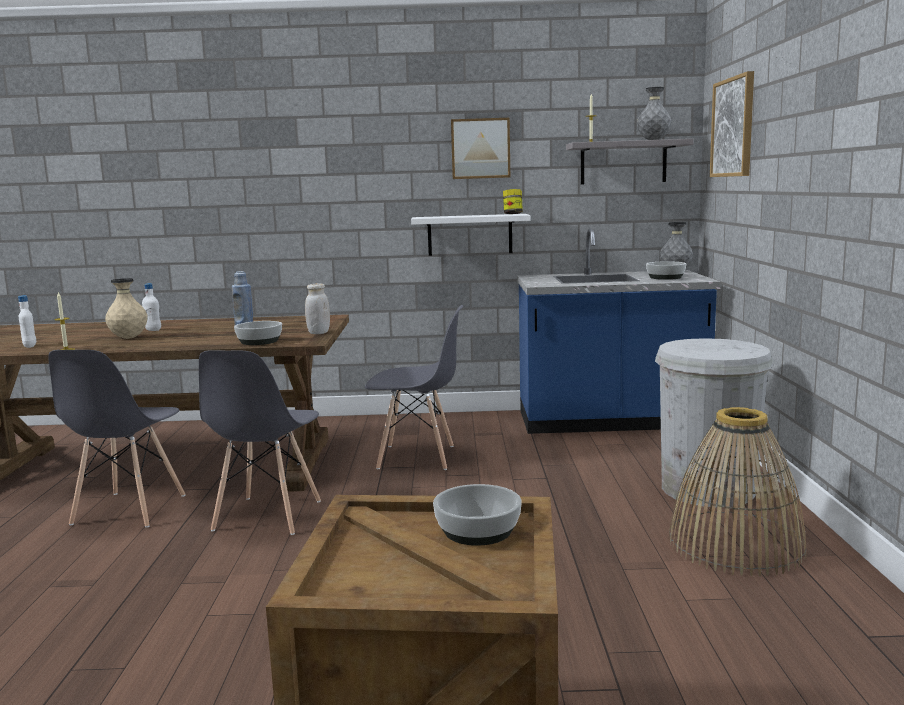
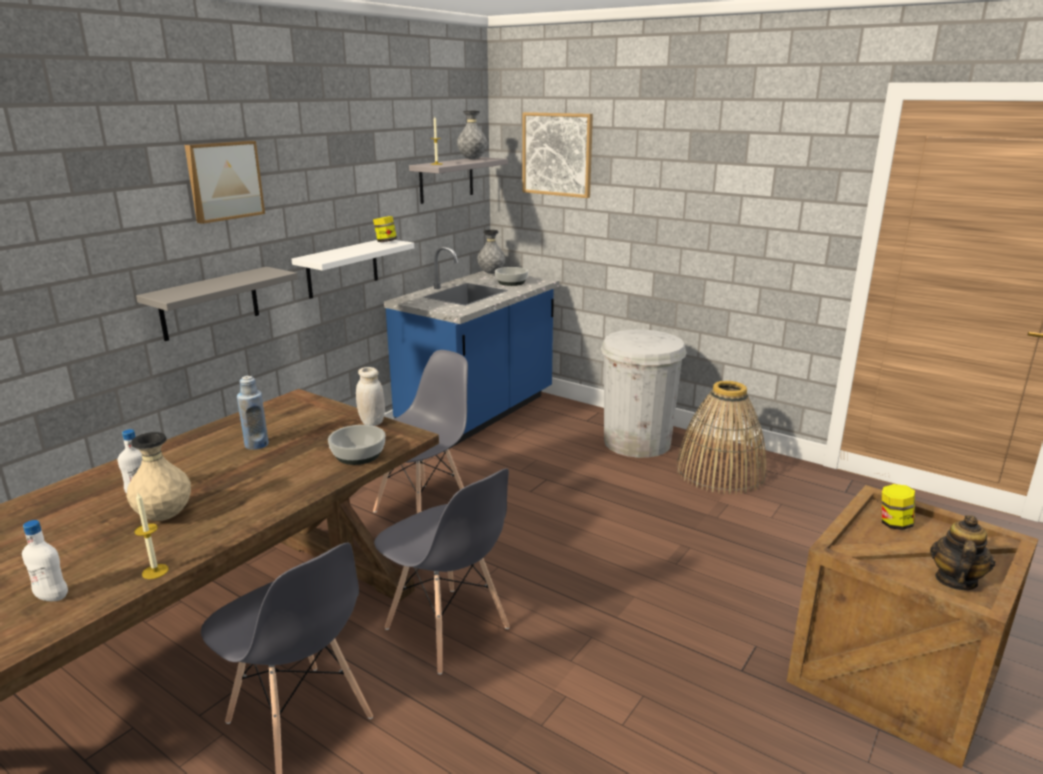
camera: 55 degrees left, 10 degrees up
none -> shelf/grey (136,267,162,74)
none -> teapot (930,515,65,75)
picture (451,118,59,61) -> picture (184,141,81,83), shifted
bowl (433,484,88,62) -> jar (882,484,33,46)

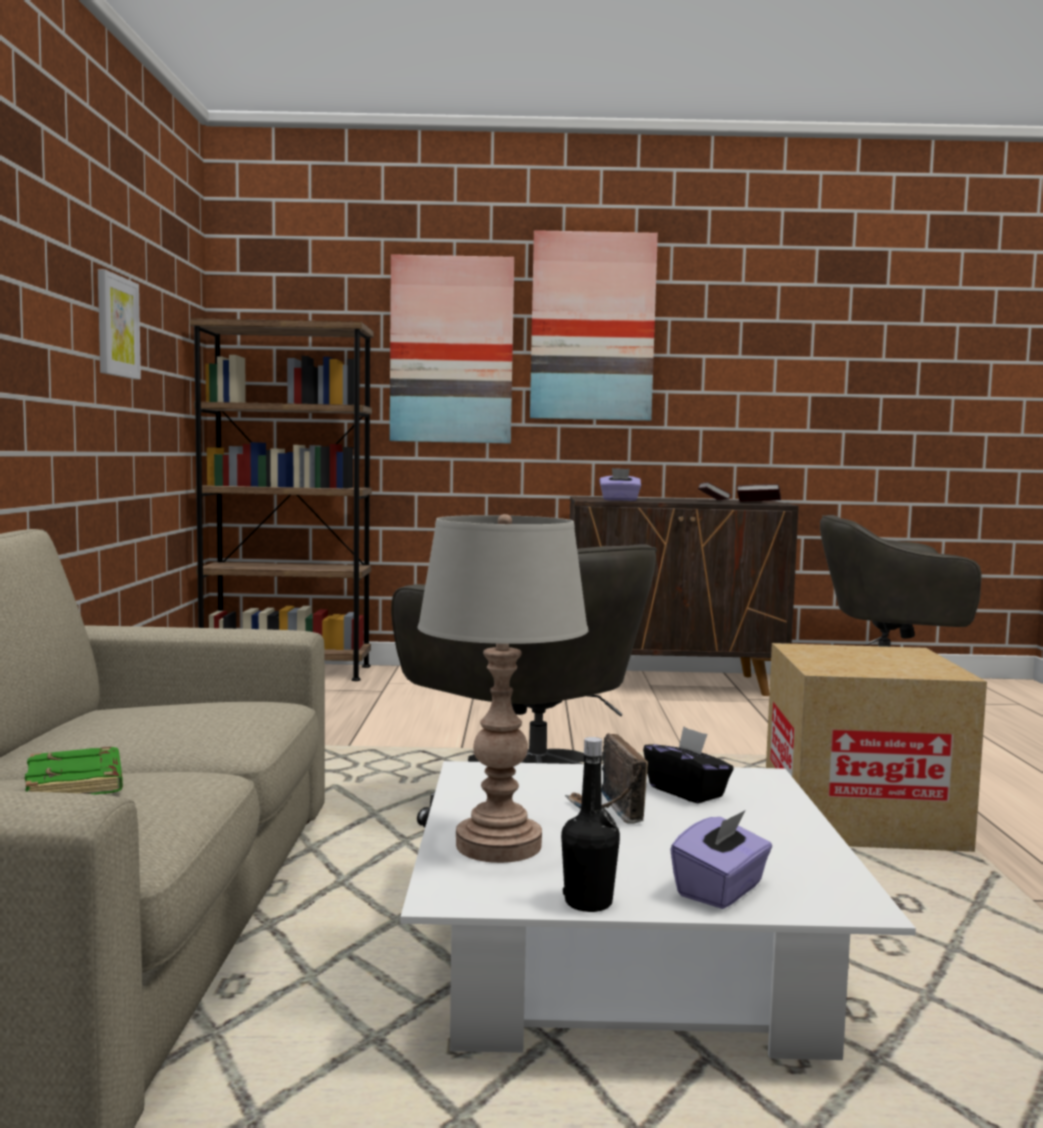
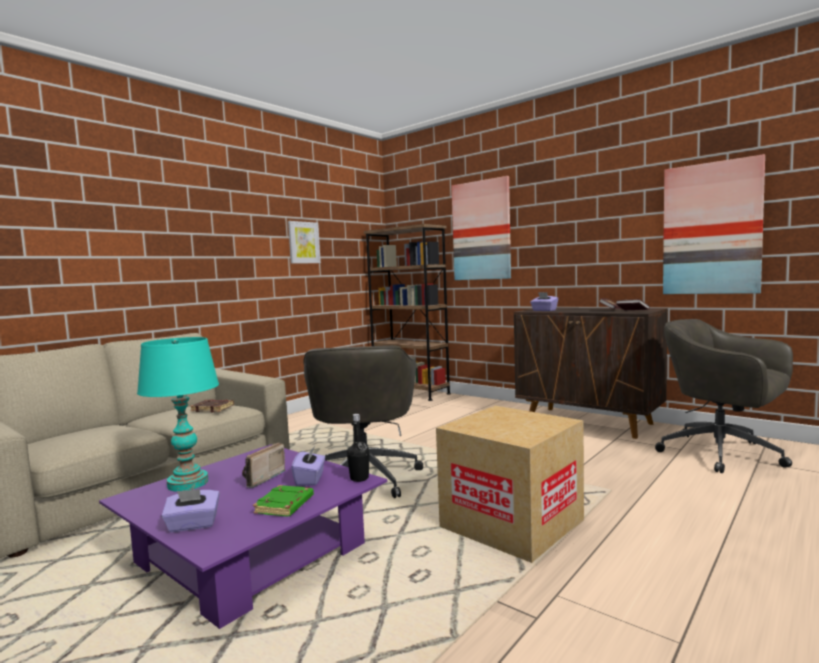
camera: 40 degrees right, 0 degrees up
none -> book/brown (190,399,44,13)
book/green (25,747,98,47) -> book/green (253,485,61,32), shifted
picture (530,230,128,191) -> picture (663,154,102,140), shifted
bottle/black (561,737,59,175) -> bottle/black (347,414,23,68), shifted
coffee table/white (400,761,516,299) -> coffee table/purple (99,444,288,185)
table lamp/grey (417,514,171,349) -> table lamp/turquoise (137,337,82,155)
tissue box/black (643,726,91,77) -> tissue box/purple (291,446,34,40)

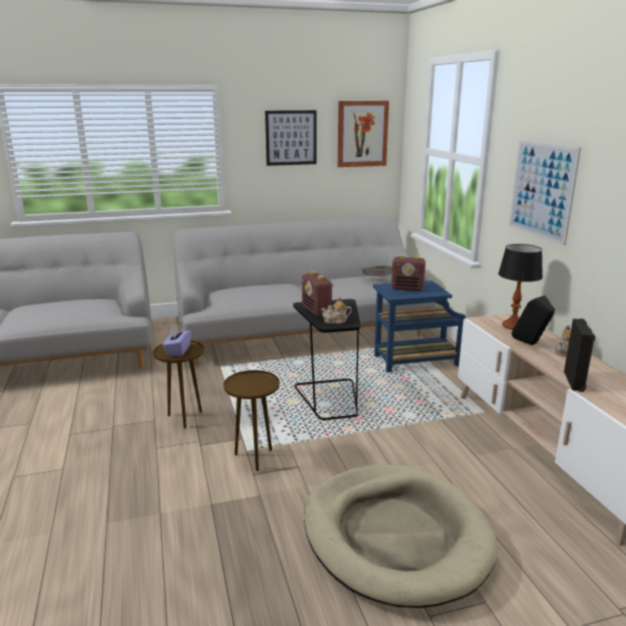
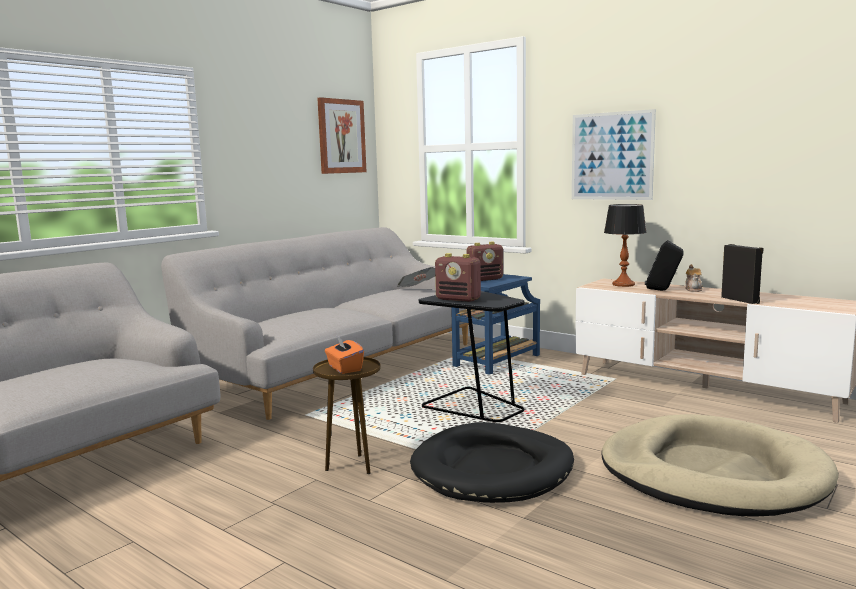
camera: 35 degrees left, 10 degrees down
picture (265,110,52,56) -> none
teapot (321,297,31,27) -> none
side table/brown (224,370,56,101) -> dog bed/black (410,422,164,81)
tissue box/purple (163,326,28,30) -> tissue box/orange (325,335,39,39)

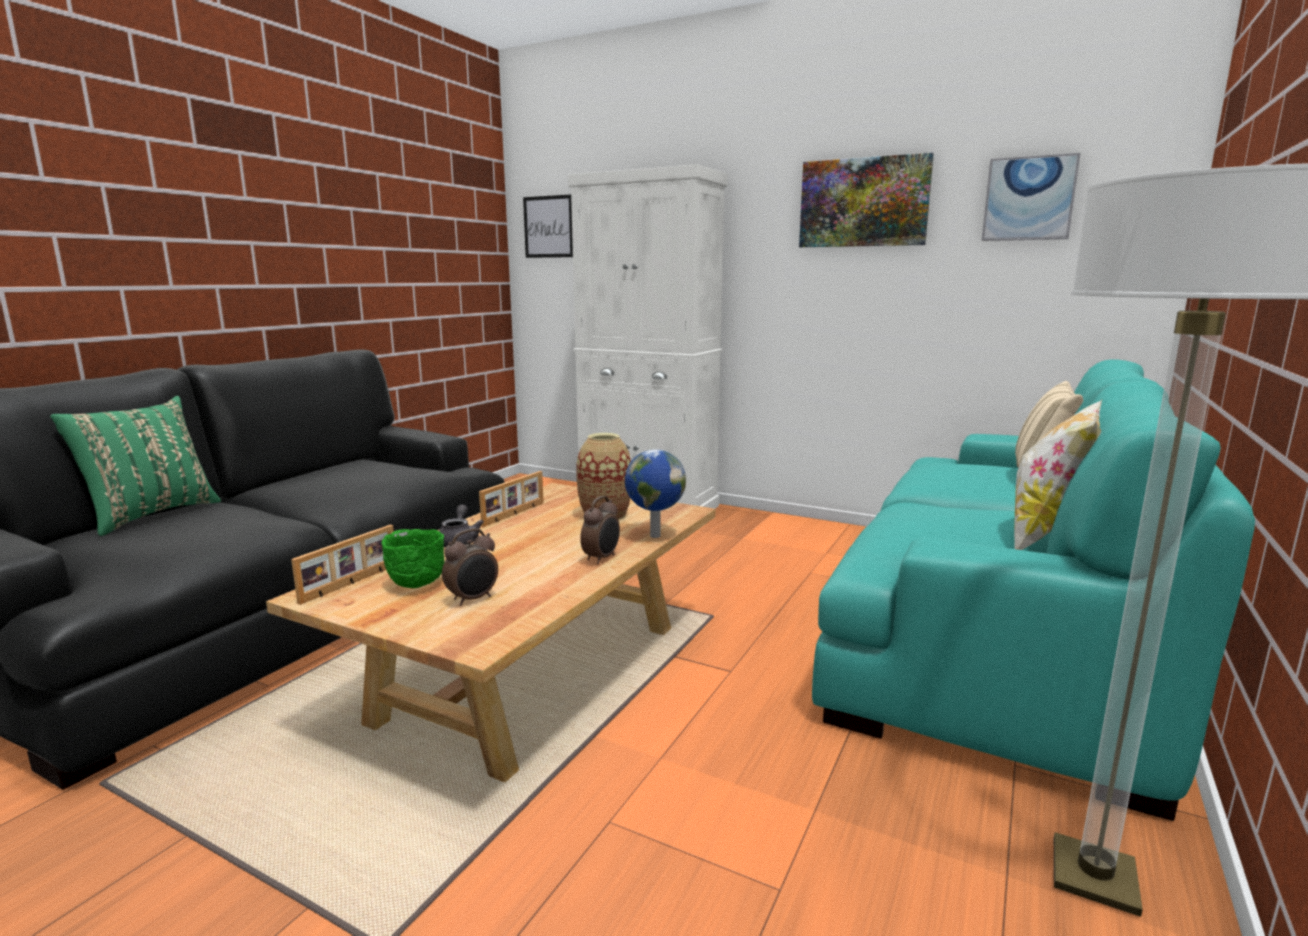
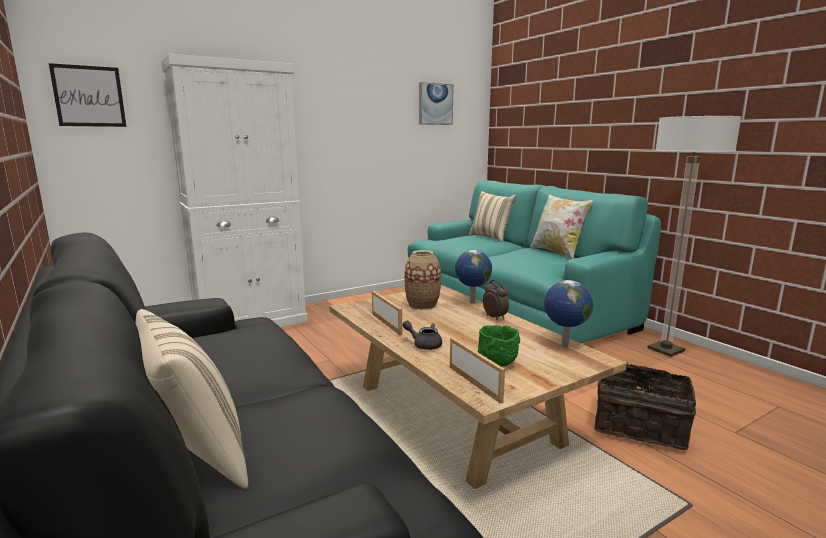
camera: 60 degrees left, 0 degrees up
alarm clock (442,528,56,78) -> none
picture (799,152,135,95) -> none
none -> globe (544,280,49,67)
none -> basket (594,362,102,88)
pillow/green (50,396,171,140) -> pillow/beige (136,309,112,180)

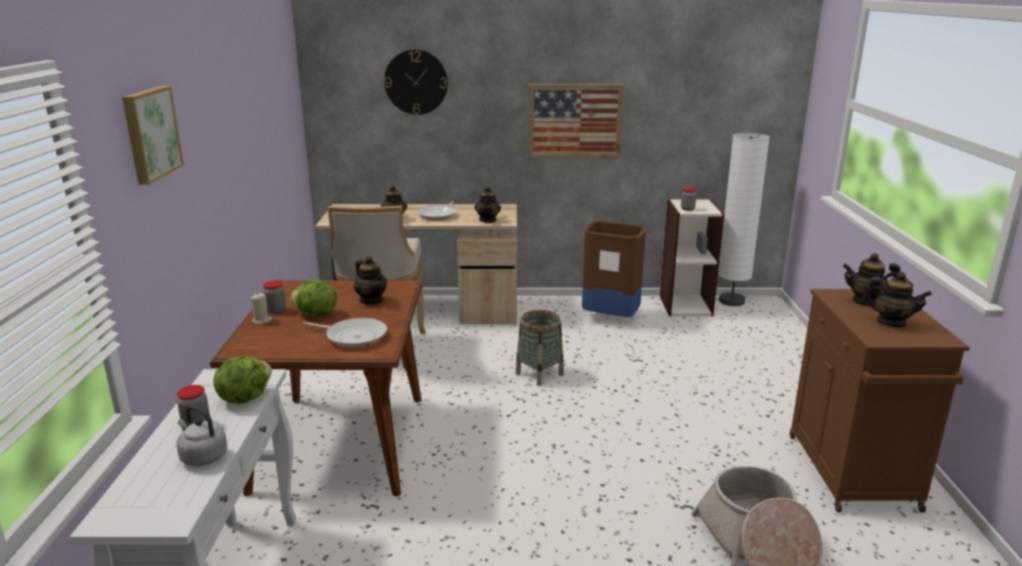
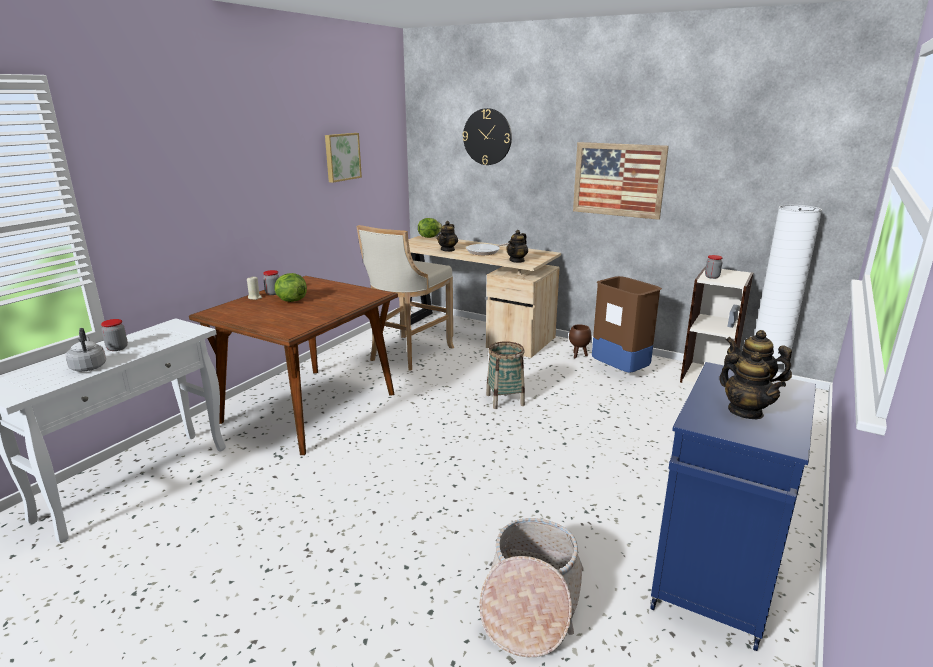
camera: 30 degrees right, 0 degrees up
frying pan (303,318,84,30) -> none
teapot (354,256,33,48) -> none
none -> planter/brown (569,325,22,33)
picture (122,86,62,99) -> picture (325,133,37,50), shifted
lettuce (213,356,59,48) -> lettuce (418,218,24,20), shifted
cabinet/brown (790,289,180,224) -> cabinet/blue (650,362,166,289)

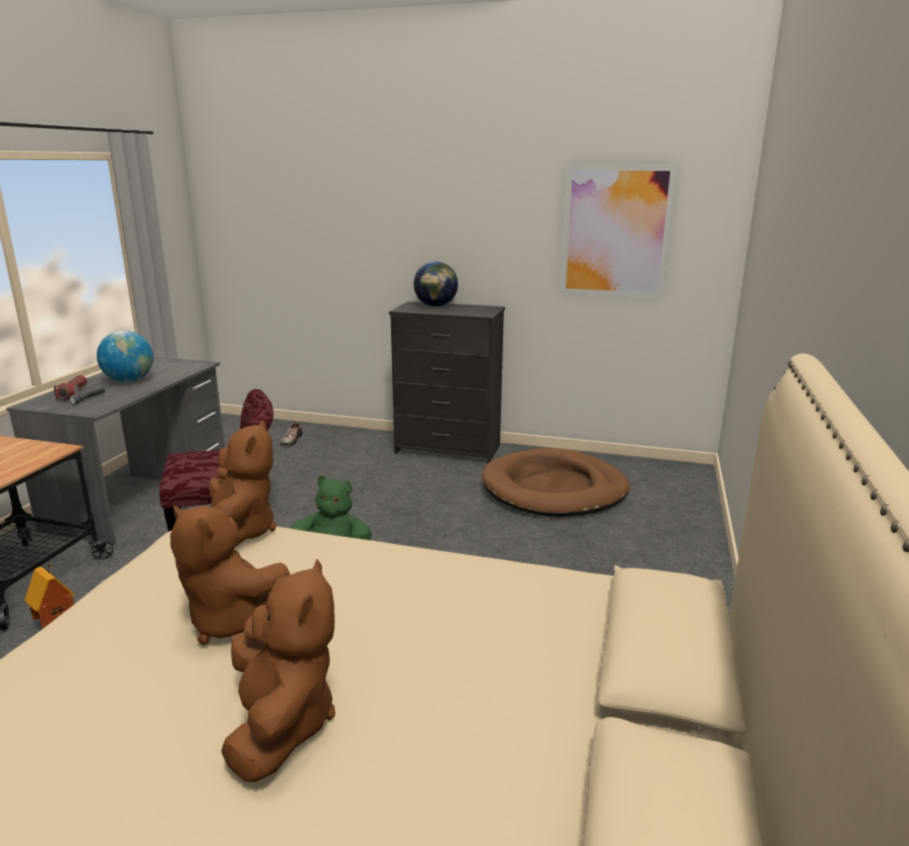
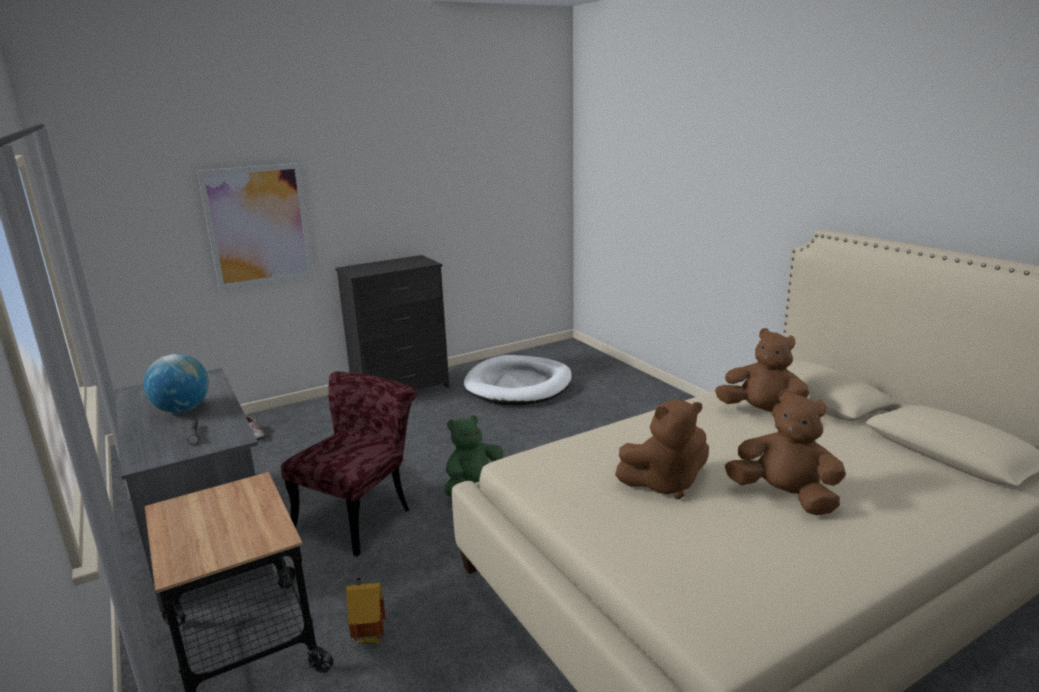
camera: 45 degrees left, 0 degrees up
flashlight (54,375,33,24) -> none
globe (414,262,44,45) -> none
plush toy/brown (209,420,67,126) -> plush toy/brown (715,328,94,91), shifted
picture (560,164,117,135) -> picture (197,163,117,127), shifted
dog bed/brown (482,448,148,69) -> dog bed/white (464,355,108,50)

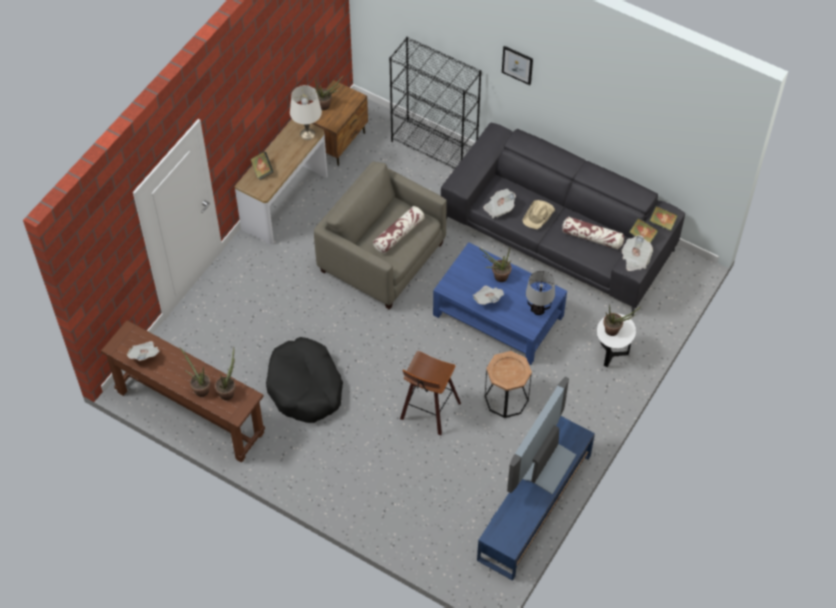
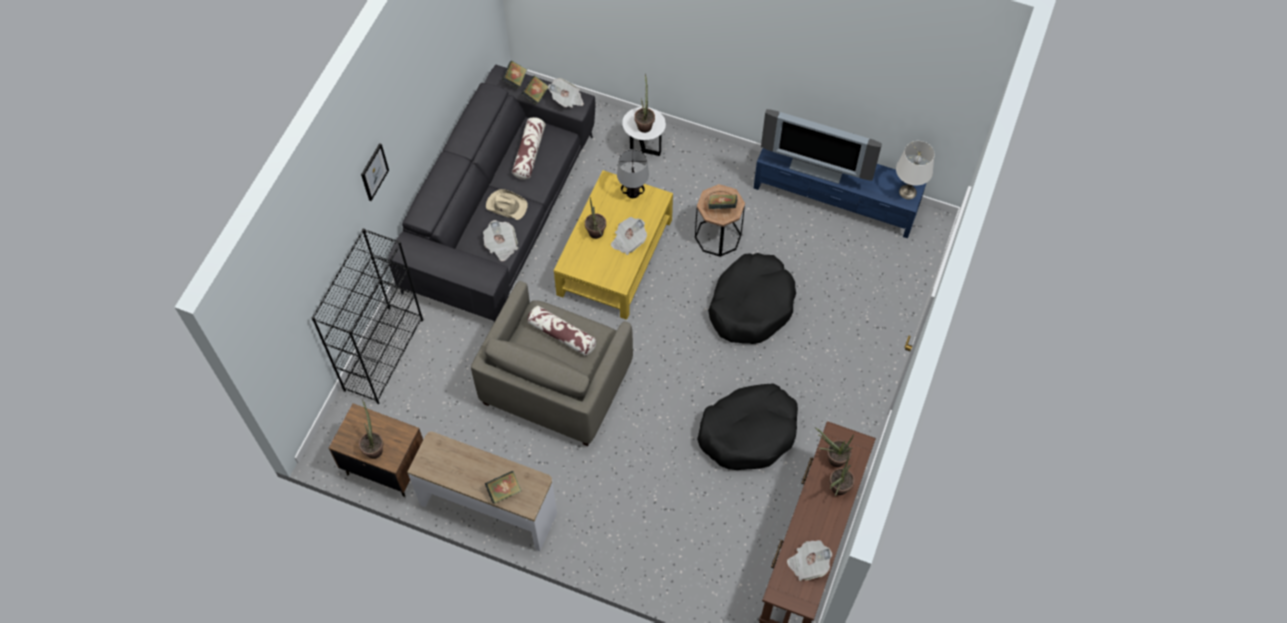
camera: 100 degrees left, 5 degrees up
none -> book (709,195,29,14)
table lamp/white (290,85,32,55) -> table lamp/white (896,141,39,58), shifted
stool (400,351,61,84) -> dog bed/black (708,253,88,91)
coffee table/blue (433,242,134,123) -> coffee table/yellow (554,170,119,150)

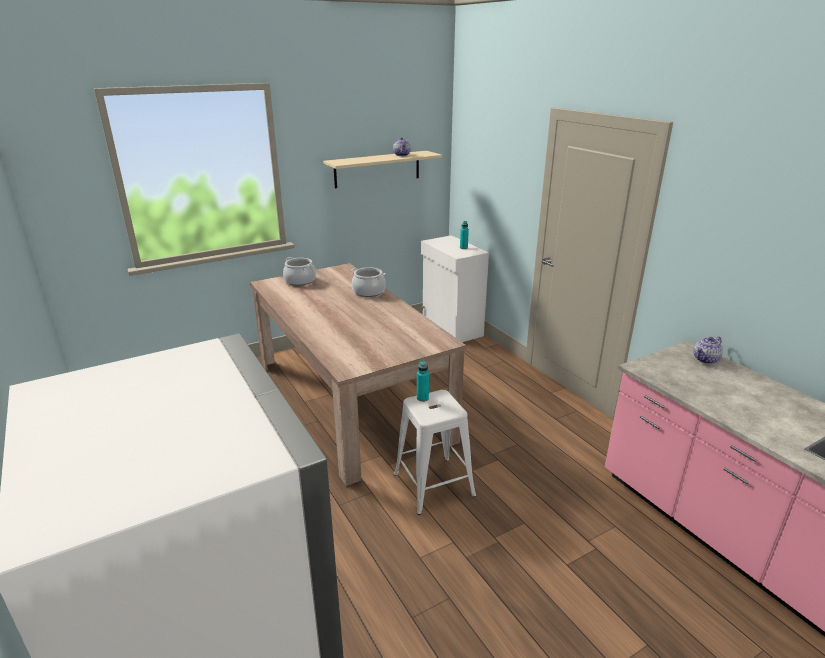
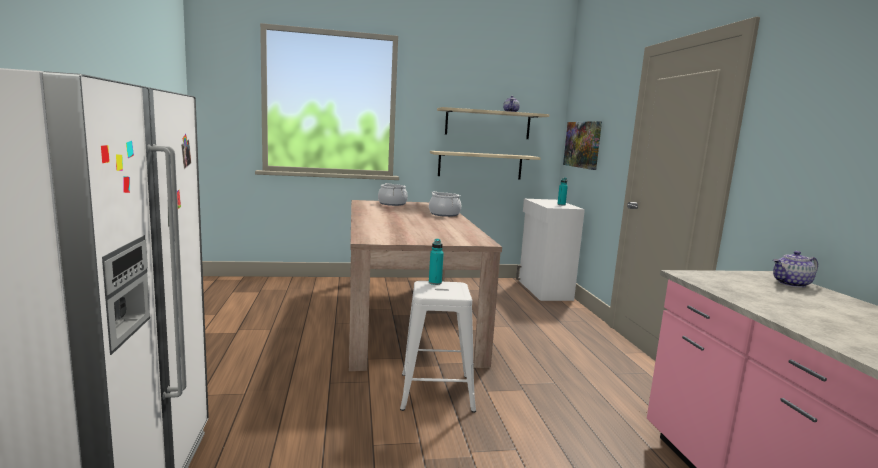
camera: 20 degrees right, 15 degrees down
none -> shelf/beige (430,151,111,29)
none -> picture (563,121,39,49)

